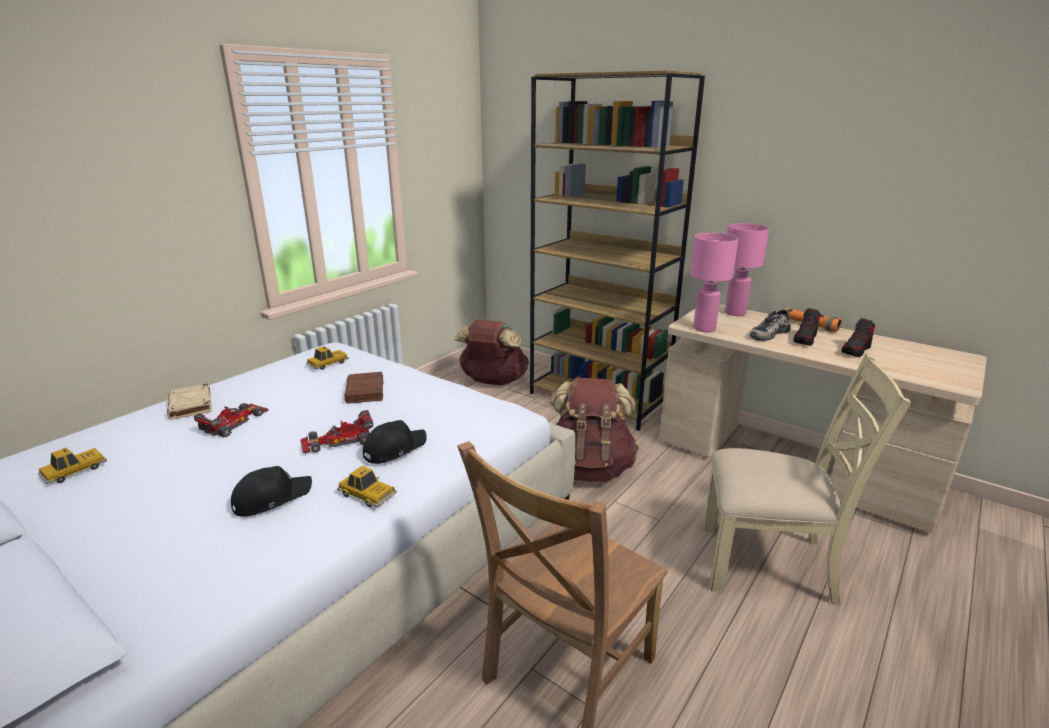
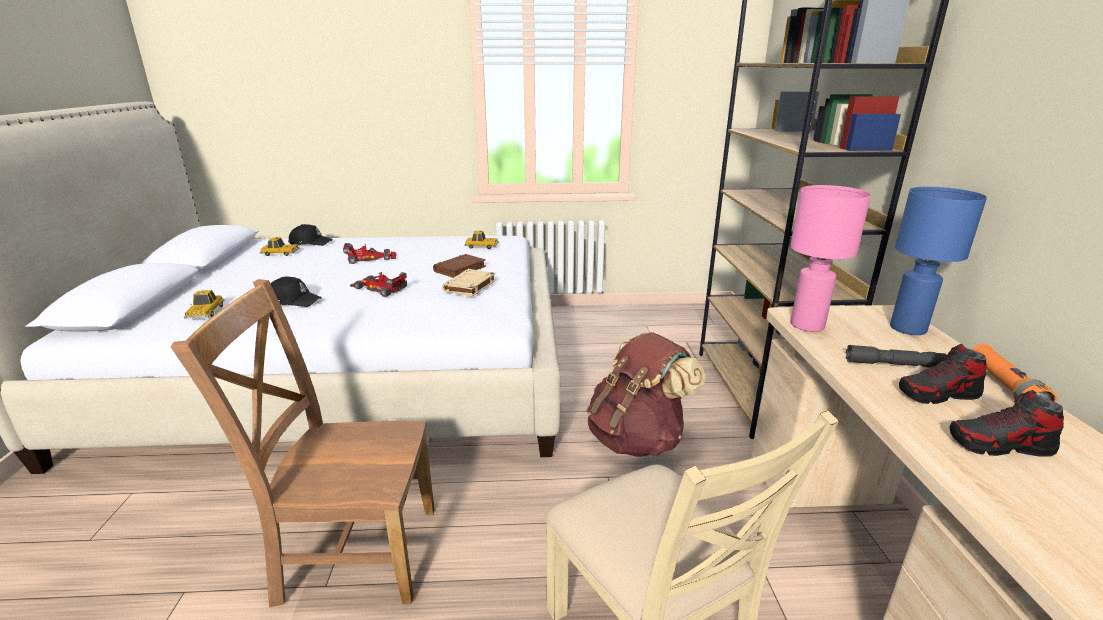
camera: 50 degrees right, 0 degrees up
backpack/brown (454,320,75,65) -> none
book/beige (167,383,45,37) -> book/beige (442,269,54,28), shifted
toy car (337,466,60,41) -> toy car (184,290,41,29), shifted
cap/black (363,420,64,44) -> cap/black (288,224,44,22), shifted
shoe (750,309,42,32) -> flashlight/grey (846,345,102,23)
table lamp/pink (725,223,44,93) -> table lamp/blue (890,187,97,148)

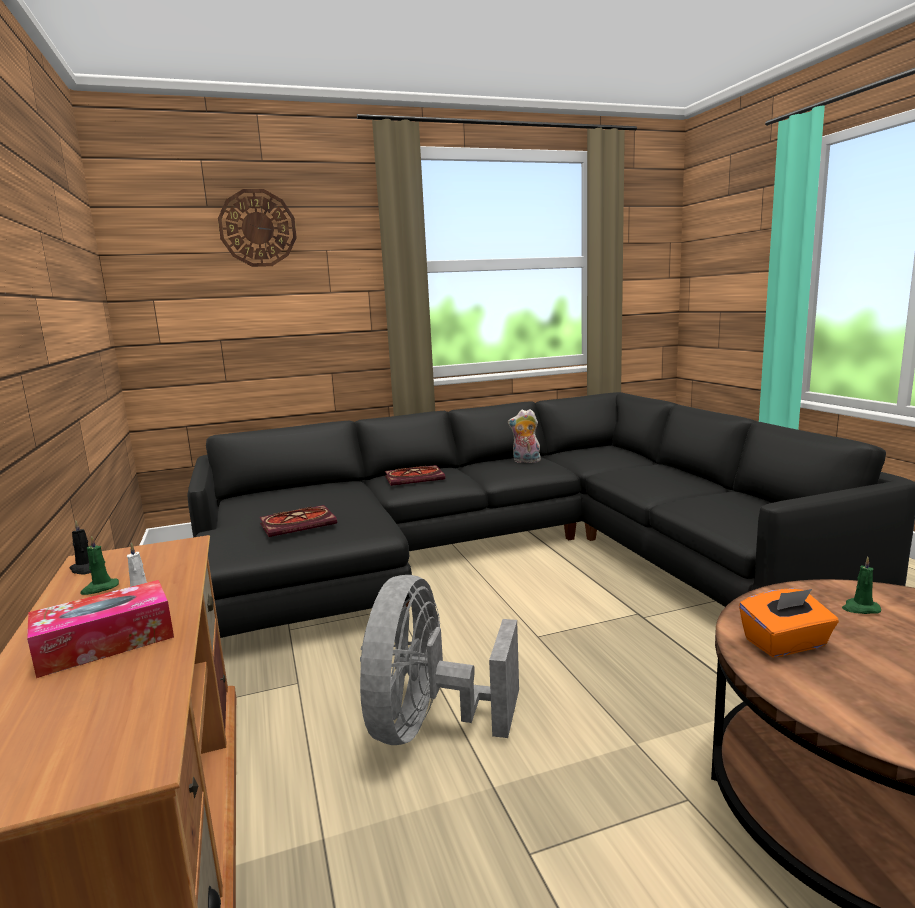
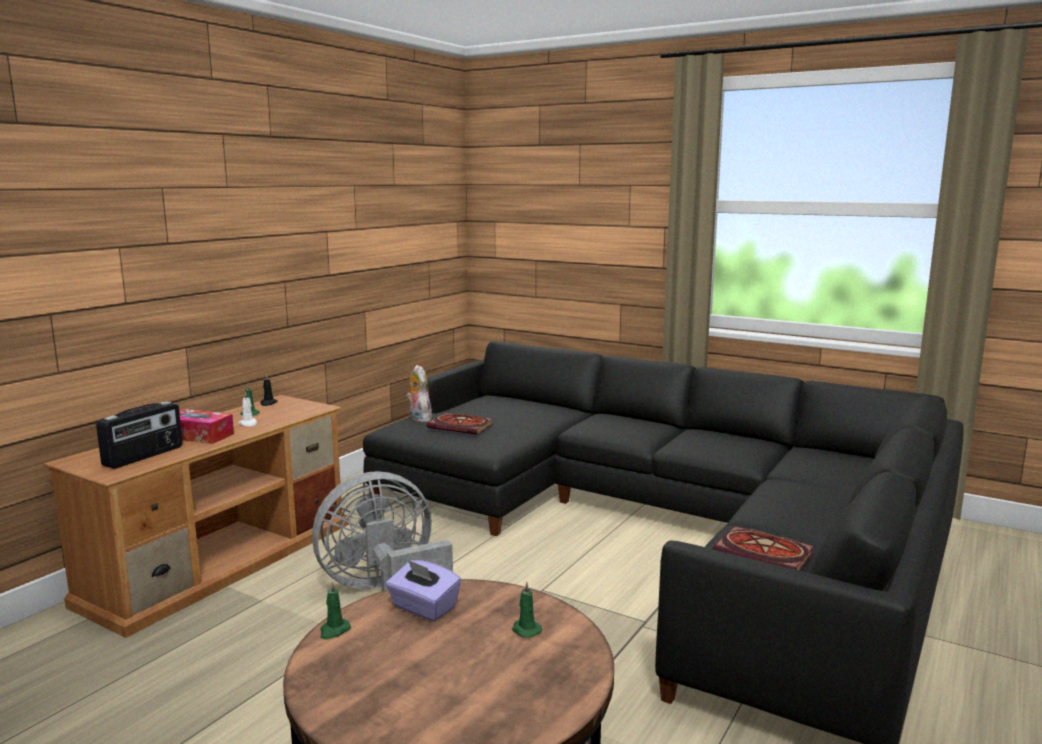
camera: 50 degrees right, 0 degrees up
wall clock (218,189,79,78) -> none
none -> radio (96,401,86,68)
none -> candle/green (320,581,31,58)
book (385,465,60,21) -> book (712,526,102,45), shifted
plush toy (508,409,34,54) -> plush toy (406,365,26,58), shifted
tissue box/orange (739,588,100,69) -> tissue box/purple (386,559,75,62)

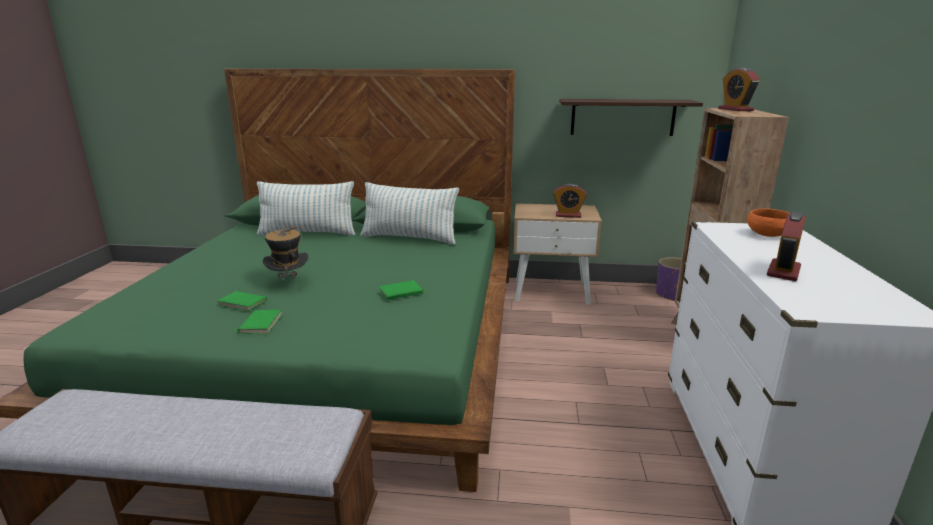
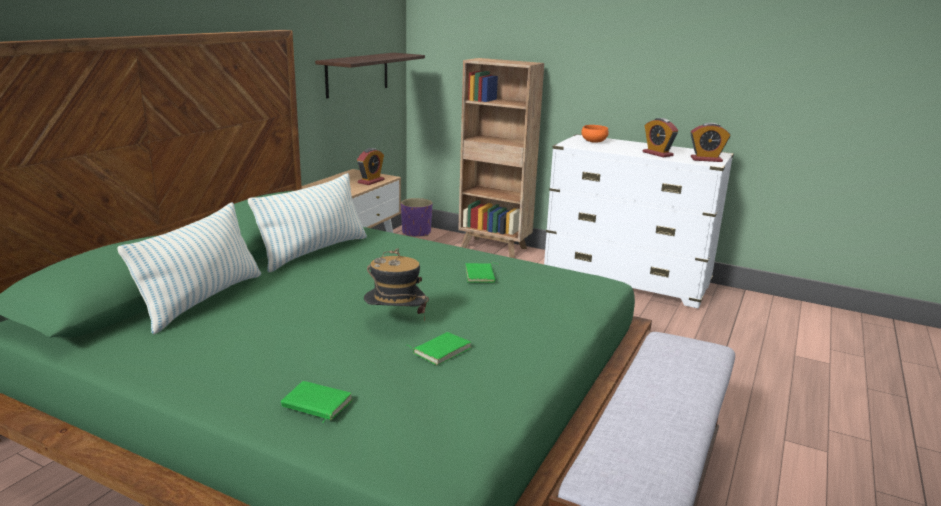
camera: 70 degrees left, 0 degrees up
book/green (228,310,55,24) -> book/green (281,381,72,42), shifted
alarm clock (718,67,42,44) -> alarm clock (690,123,40,39), shifted

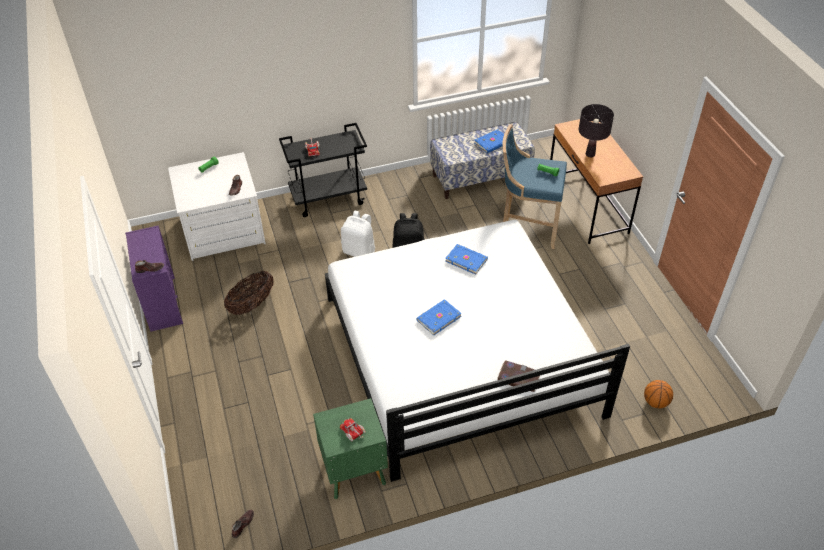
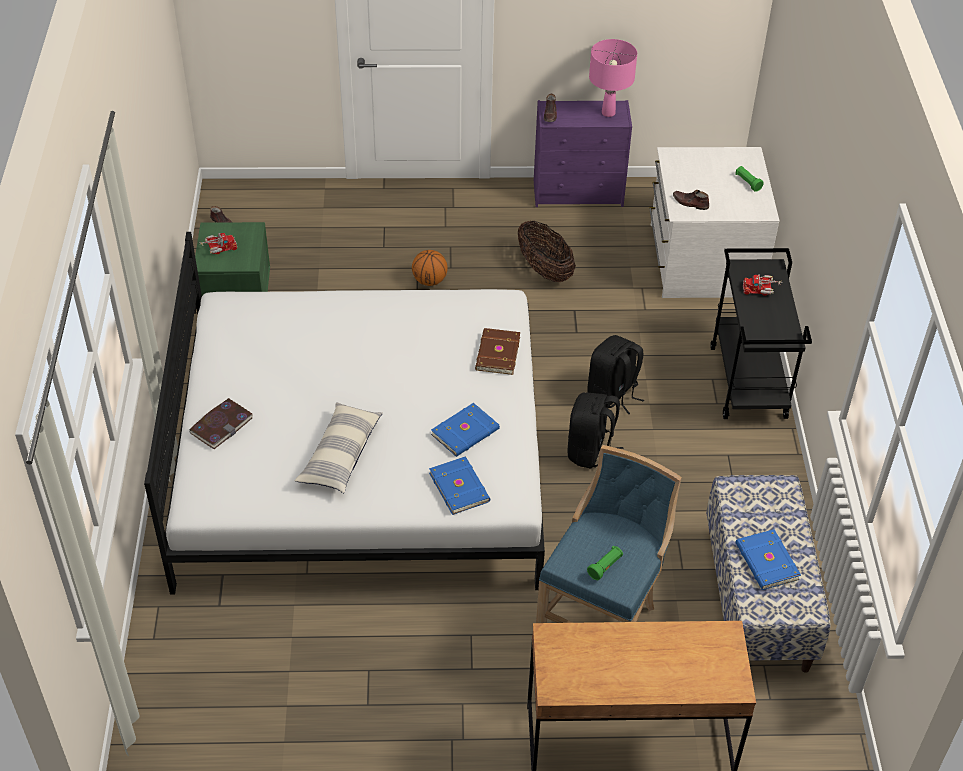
camera: 105 degrees right, 0 degrees up
table lamp/black (579,104,35,53) -> none
none -> pillow (294,402,89,91)
none -> book/brown (475,328,45,47)
none -> table lamp/pink (589,39,48,78)
book/blue (416,299,46,36) -> book/blue (429,457,61,58), shifted
basketball (644,380,29,29) -> basketball (412,250,36,36), shifted
backpack/white (341,210,34,47) -> backpack/black (587,335,57,80)

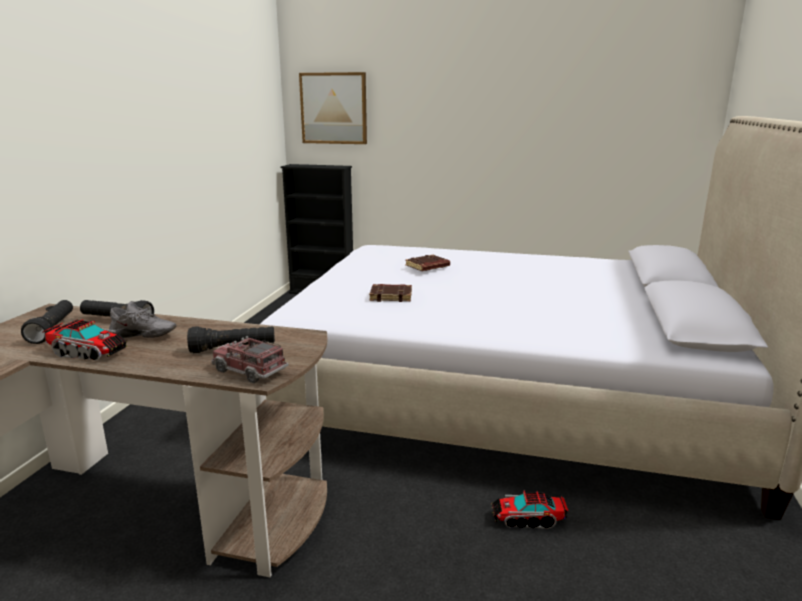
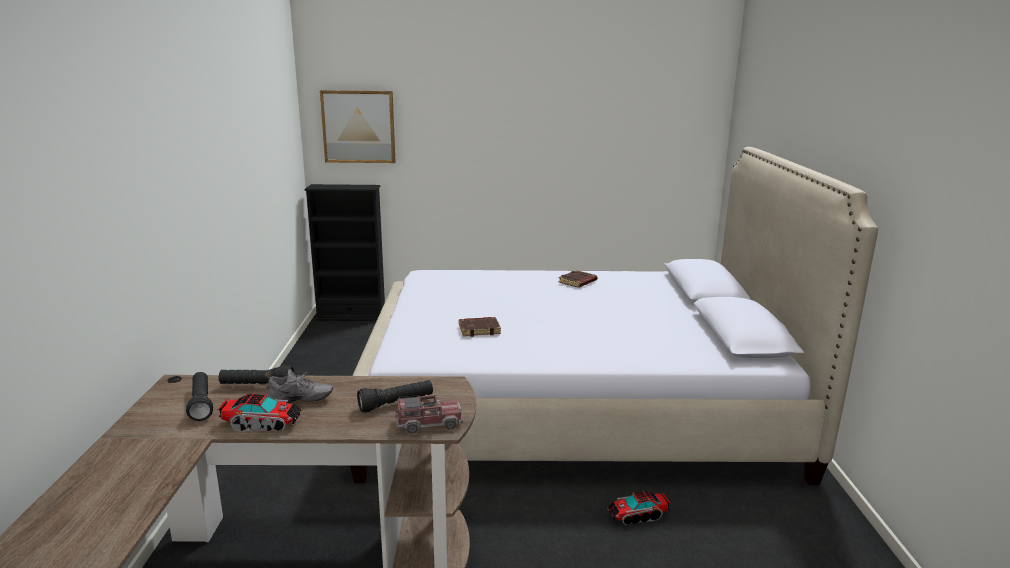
camera: 15 degrees left, 0 degrees up
book/brown (405,255,45,16) -> book/brown (558,270,39,18), shifted
toy truck (212,336,77,47) -> toy truck (394,394,69,40), 150 degrees clockwise

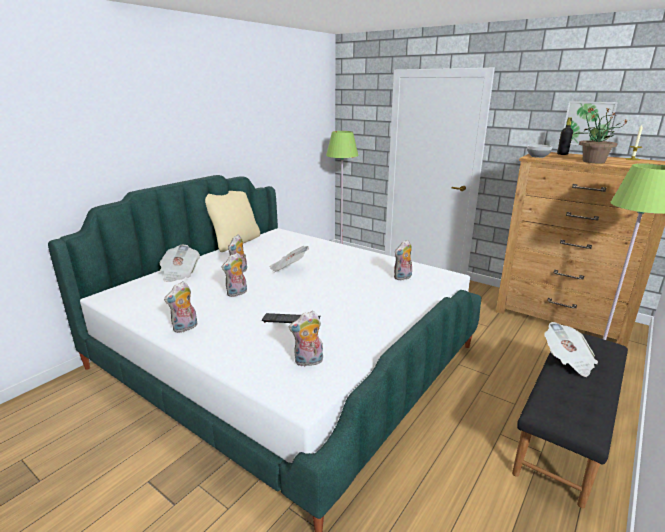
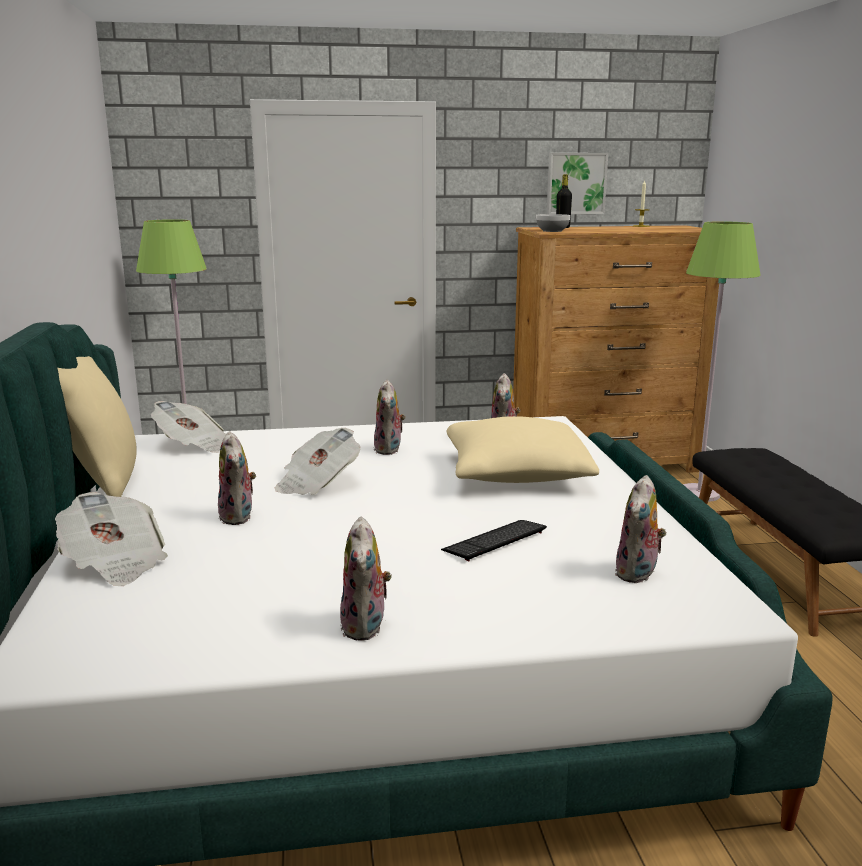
camera: 45 degrees left, 5 degrees down
potted plant (573,108,55,55) -> none
none -> pillow/beige (447,416,152,67)
plush toy (222,252,25,45) -> plush toy (374,380,32,75), shifted
newspaper (544,322,54,55) -> newspaper (151,401,75,52), shifted

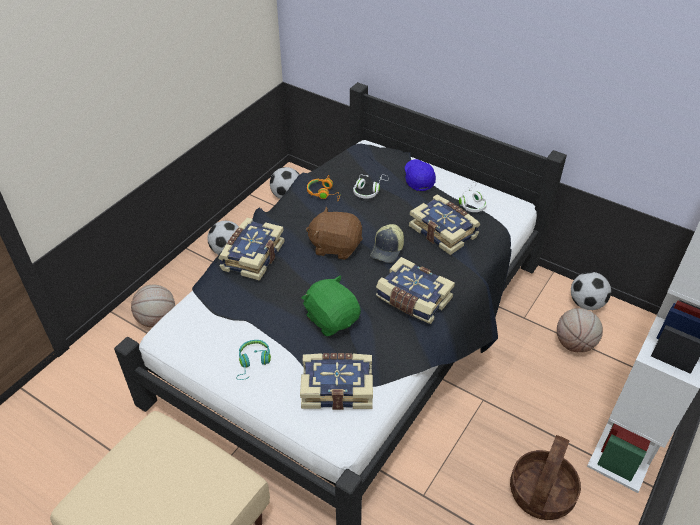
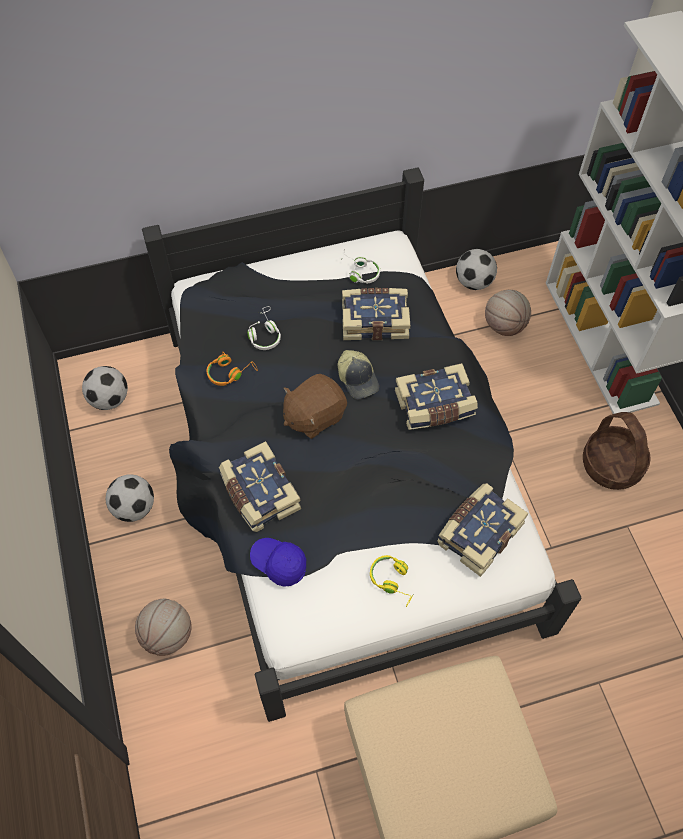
camera: 50 degrees left, 15 degrees up
plush toy/green (301,275,60,61) -> none
cap/blue (405,159,31,32) -> cap/blue (250,538,56,48), shifted
headphones/turquoise (236,340,35,40) -> headphones/yellow (370,555,43,52)

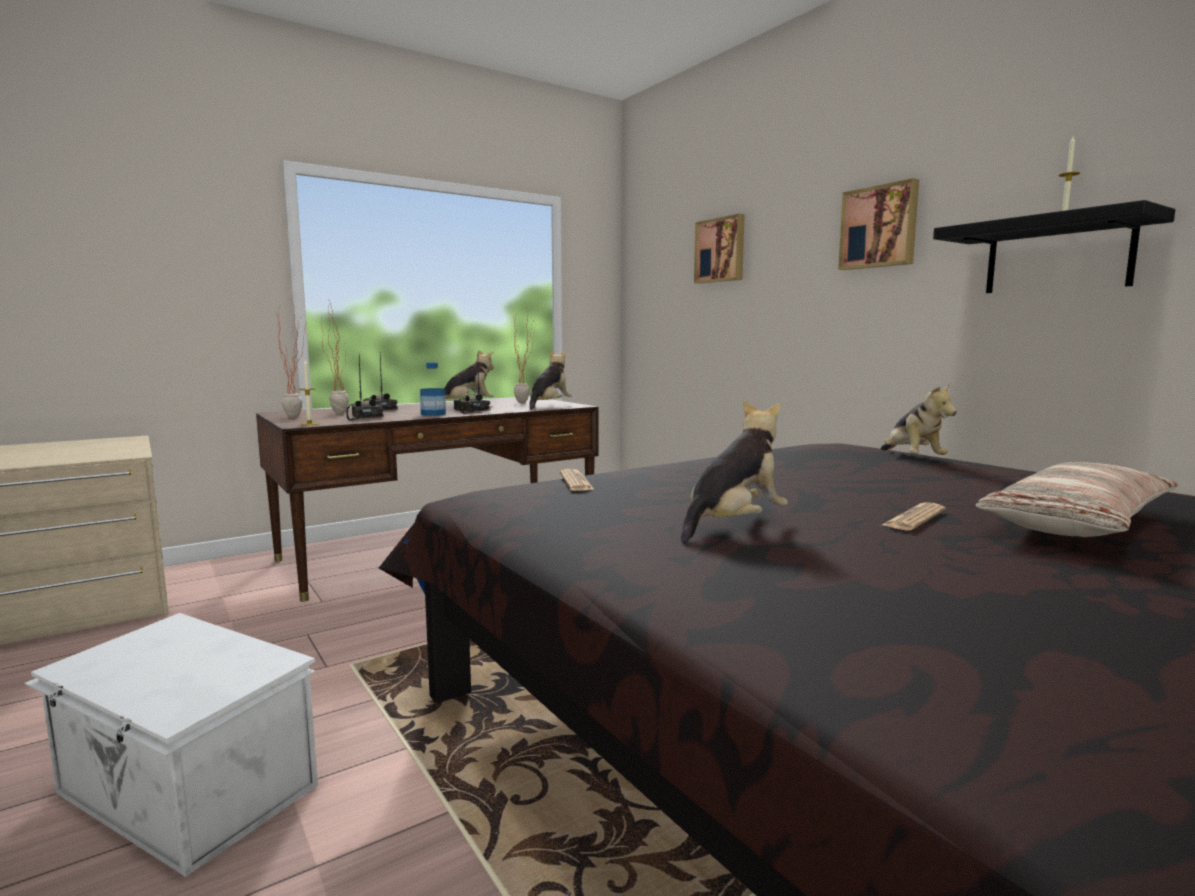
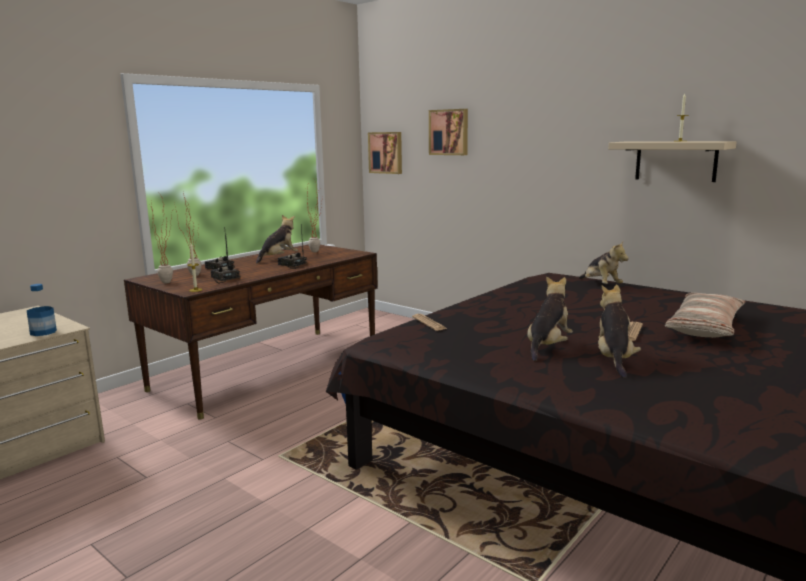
camera: 15 degrees left, 5 degrees up
storage box/white (24,613,294,264) -> none
bottle (420,362,26,54) -> bottle (27,284,30,52), shifted
plush toy (530,350,42,60) -> plush toy (598,284,43,94), shifted
picture (838,178,81,92) -> picture (368,132,34,42), shifted
shelf/black (933,200,242,93) -> shelf/beige (608,141,129,41)

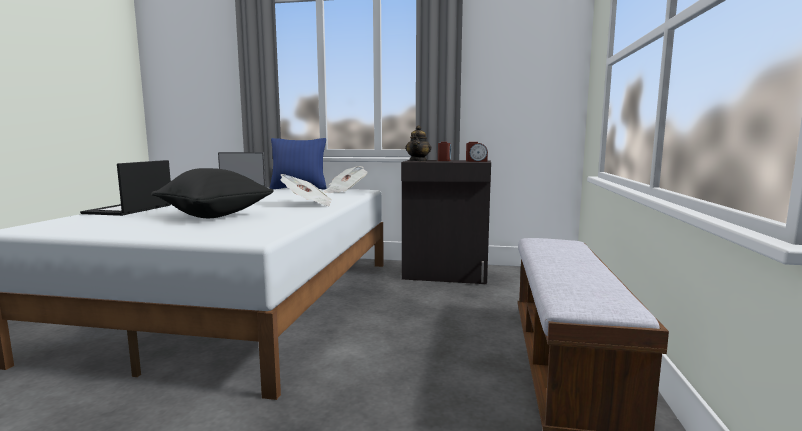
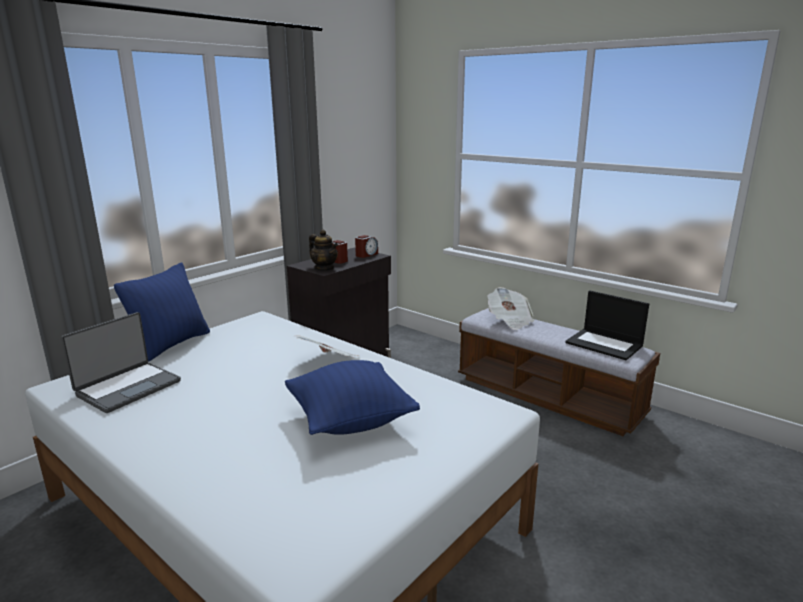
camera: 60 degrees left, 10 degrees up
laptop (80,160,91,56) -> laptop (565,290,84,70), shifted
newspaper (324,166,44,27) -> newspaper (487,287,47,43), shifted
pillow/black (151,168,123,50) -> pillow/blue (285,360,135,75)

